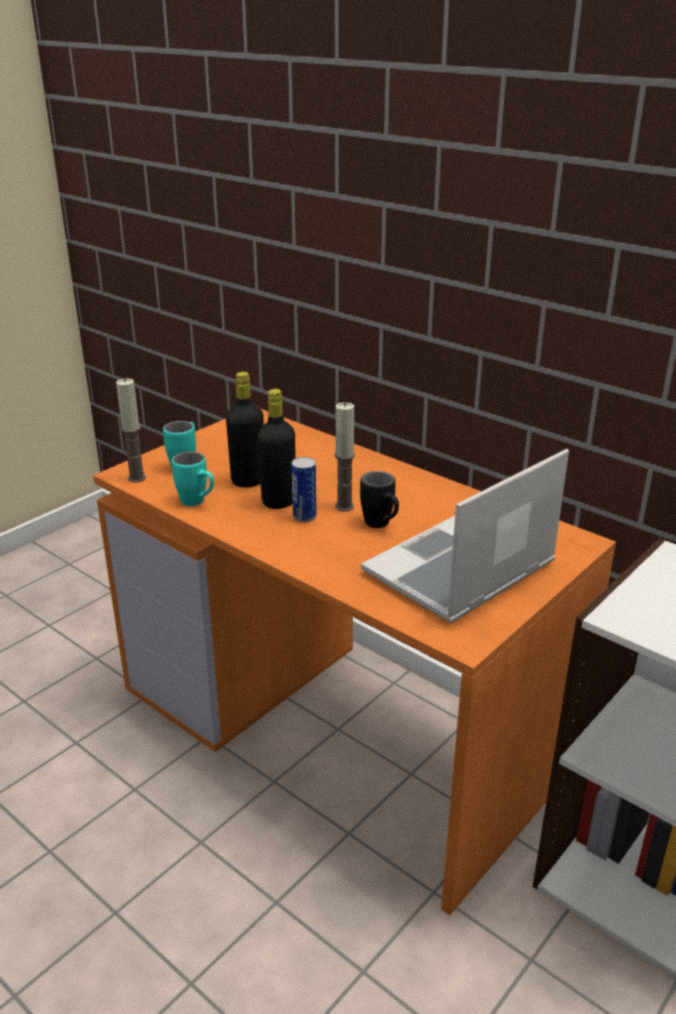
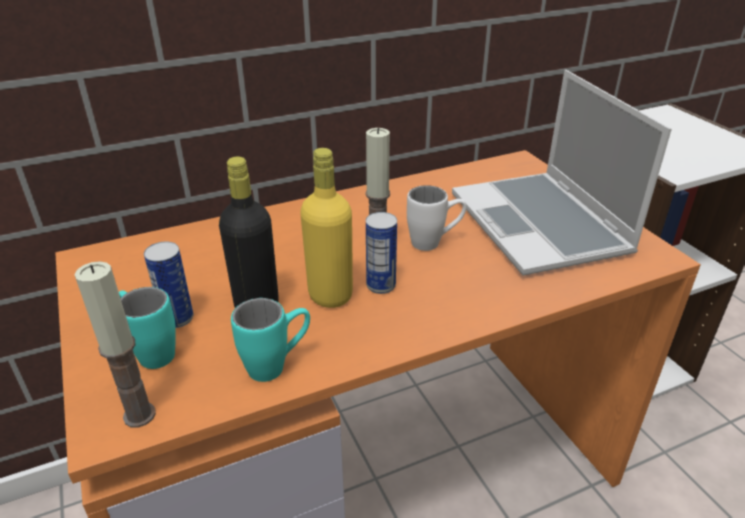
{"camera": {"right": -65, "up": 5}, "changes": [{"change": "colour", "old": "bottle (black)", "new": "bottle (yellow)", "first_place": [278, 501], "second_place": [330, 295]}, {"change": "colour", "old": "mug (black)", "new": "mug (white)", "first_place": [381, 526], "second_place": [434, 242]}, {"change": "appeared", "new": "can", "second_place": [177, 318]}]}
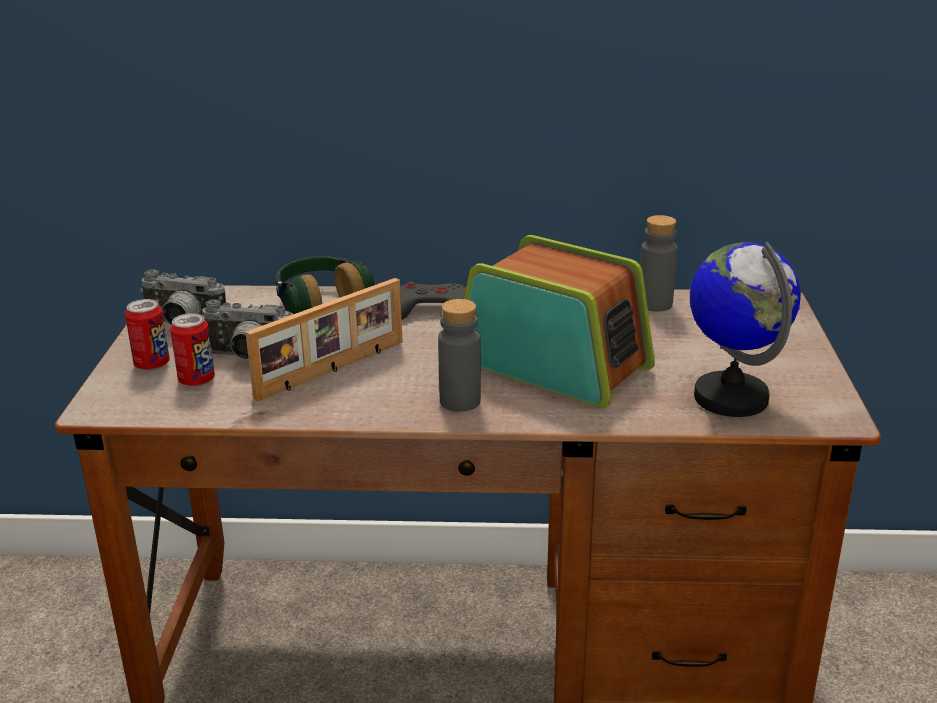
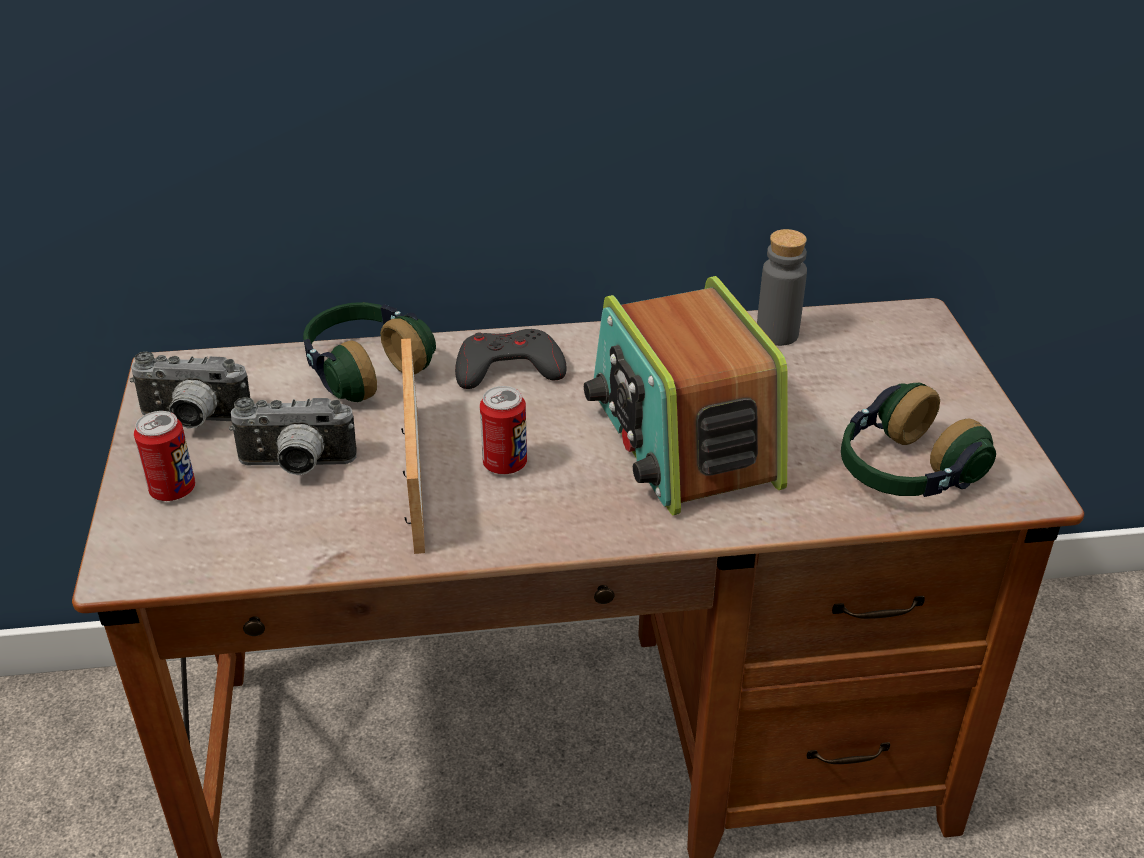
{"camera": {"right": -10, "up": 10}, "changes": [{"change": "relocated", "old": "can", "first_place": [196, 380], "second_place": [505, 464]}, {"change": "spun", "old": "picture frame", "first_place": [333, 370], "second_place": [412, 476], "degrees": 135}, {"change": "missing", "old": "bottle (grey)", "first_place": [460, 401]}, {"change": "spun", "old": "radio", "first_place": [554, 363], "second_place": [682, 439], "degrees": -135}, {"change": "exchanged", "old": "globe", "new": "headphones", "first_place": [731, 397], "second_place": [903, 472]}]}
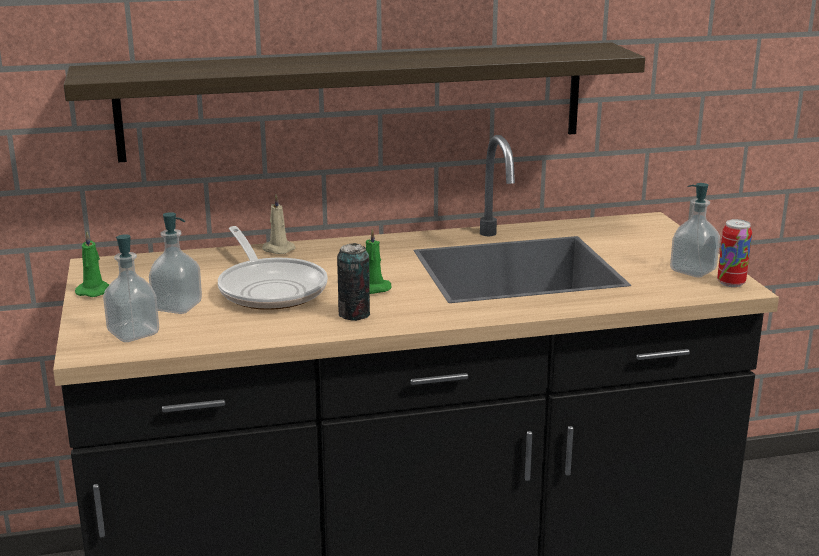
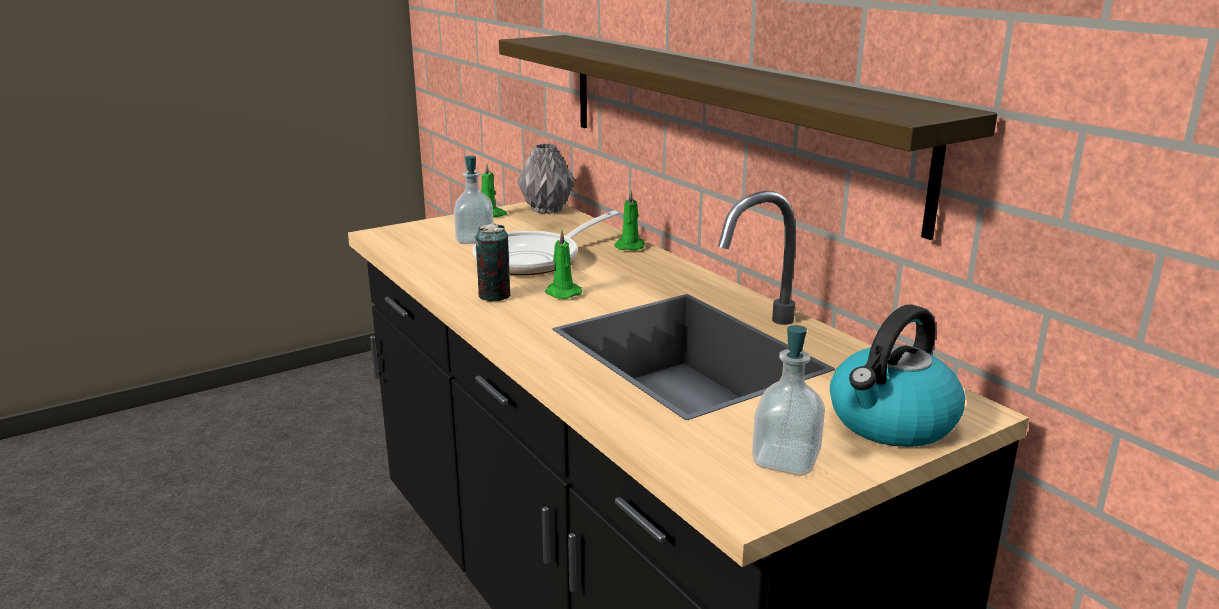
{"camera": {"right": 70, "up": 0}, "changes": [{"change": "missing", "old": "soap dispenser", "first_place": [133, 333]}, {"change": "colour", "old": "candle (beige)", "new": "candle (green)", "first_place": [277, 249], "second_place": [630, 246]}, {"change": "missing", "old": "can", "first_place": [731, 283]}, {"change": "appeared", "new": "vase (grey)", "second_place": [548, 210]}, {"change": "appeared", "new": "kettle", "second_place": [891, 422]}]}
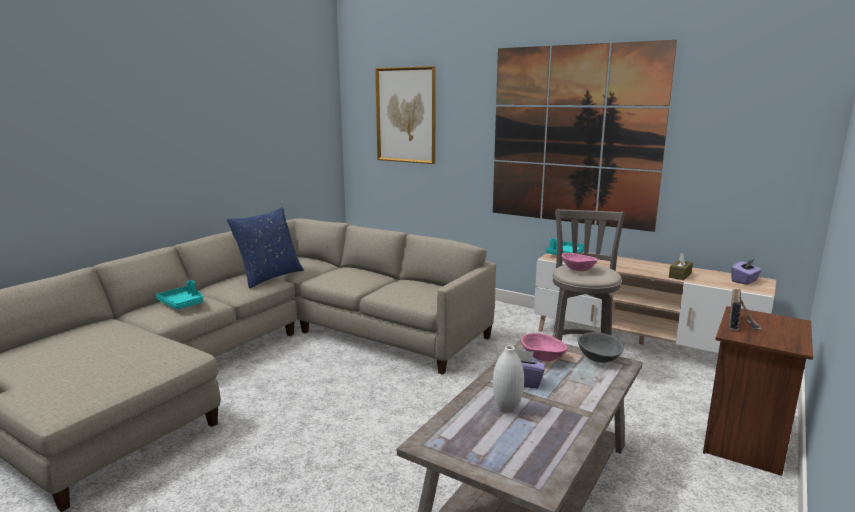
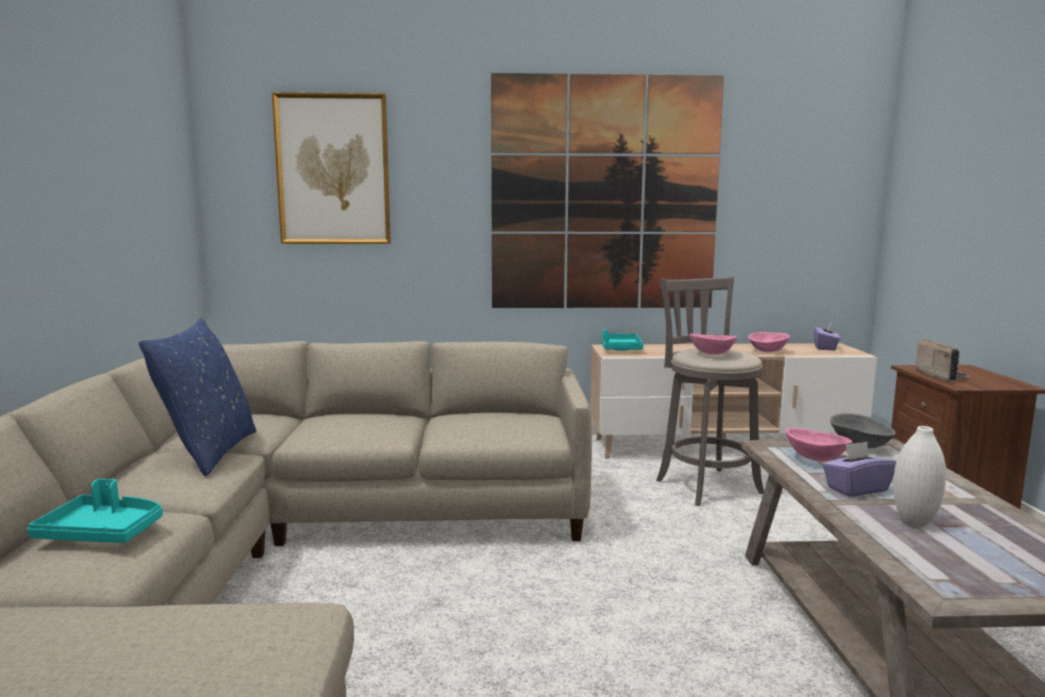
{"camera": {"right": -35, "up": -5}, "changes": [{"change": "exchanged", "old": "tissue box (brown)", "new": "bowl (pink)", "first_place": [680, 275], "second_place": [768, 351]}]}
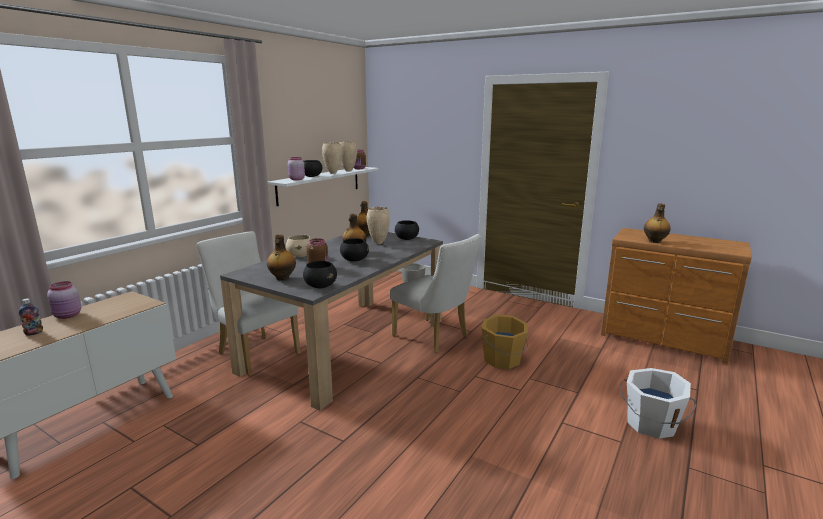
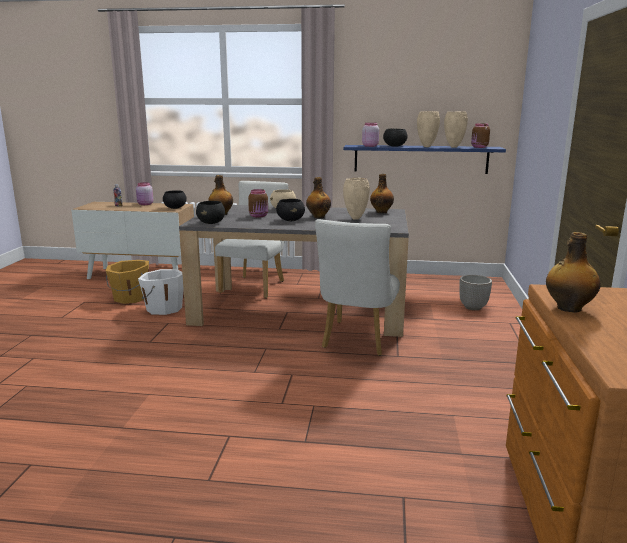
{"camera": {"right": 65, "up": 0}, "changes": [{"change": "colour", "old": "shelf (white)", "new": "shelf (blue)", "first_place": [319, 185], "second_place": [420, 159]}, {"change": "relocated", "old": "bowl (black)", "first_place": [406, 239], "second_place": [175, 208]}, {"change": "relocated", "old": "bucket (orange)", "first_place": [503, 360], "second_place": [130, 298]}, {"change": "relocated", "old": "bucket (white)", "first_place": [651, 424], "second_place": [163, 308]}]}
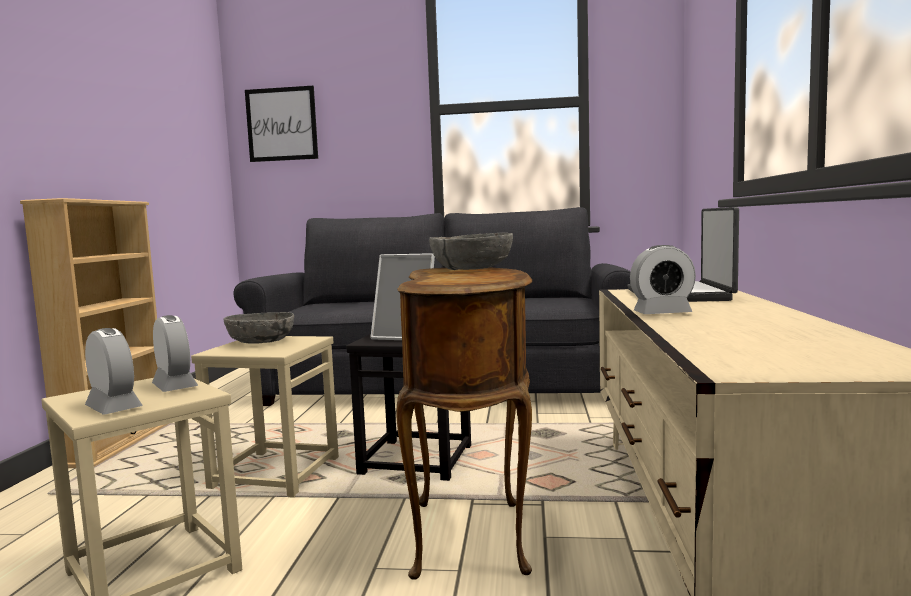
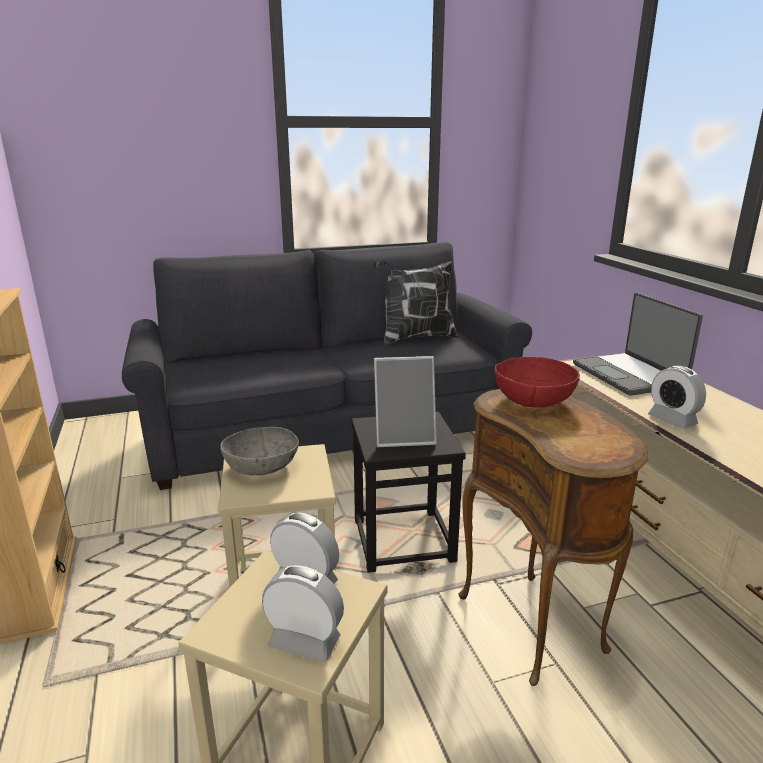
{"camera": {"right": -25, "up": 15}, "changes": [{"change": "missing", "old": "picture", "first_place": [282, 124]}, {"change": "colour", "old": "bowl (grey)", "new": "bowl (red)", "first_place": [471, 268], "second_place": [533, 399]}, {"change": "spun", "old": "alarm clock", "first_place": [662, 313], "second_place": [672, 420], "degrees": 90}, {"change": "appeared", "new": "pillow", "second_place": [415, 338]}]}
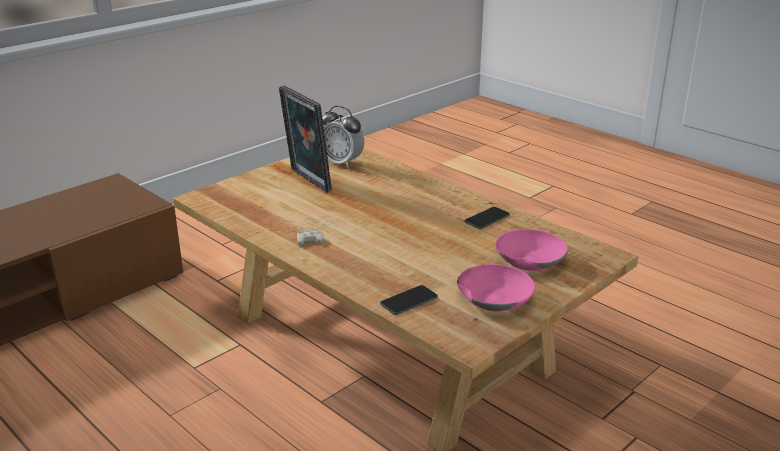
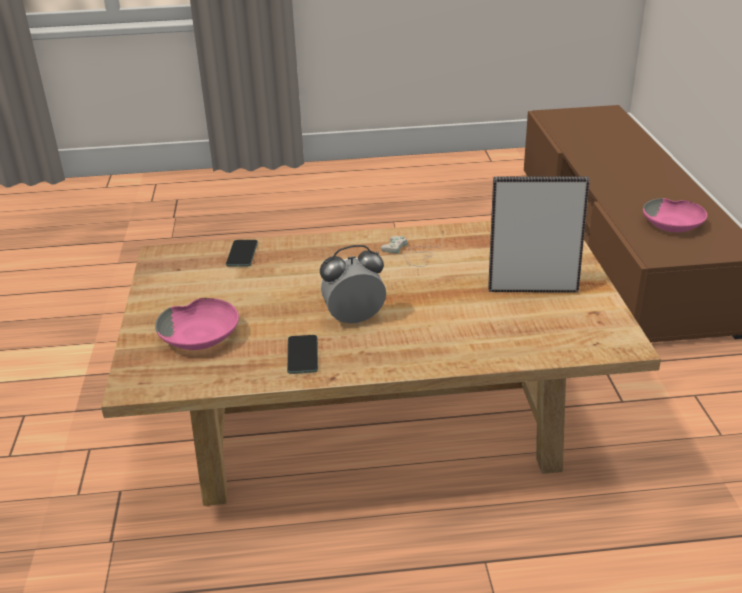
{"camera": {"right": 130, "up": 5}, "changes": [{"change": "relocated", "old": "alarm clock", "first_place": [342, 162], "second_place": [354, 319]}, {"change": "relocated", "old": "bowl (pink)", "first_place": [494, 298], "second_place": [674, 224]}]}
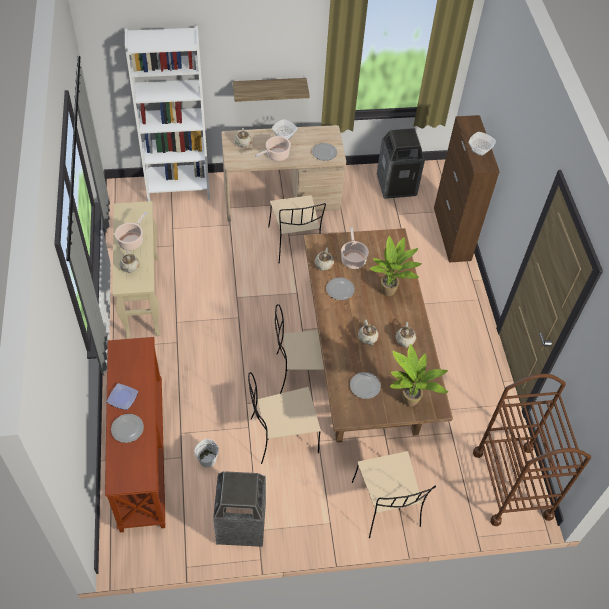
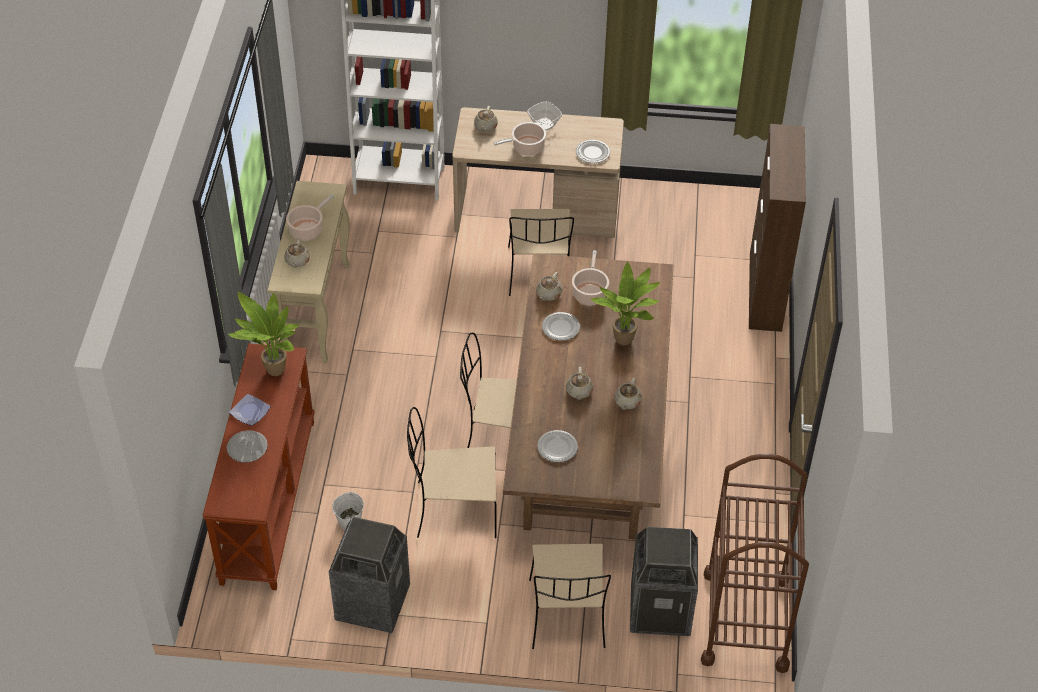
{"camera": {"right": 15, "up": -5}, "changes": [{"change": "missing", "old": "shelf", "first_place": [269, 89]}, {"change": "relocated", "old": "trash can", "first_place": [396, 185], "second_place": [660, 609]}, {"change": "relocated", "old": "potted plant", "first_place": [408, 403], "second_place": [273, 372]}, {"change": "missing", "old": "bowl", "first_place": [479, 150]}]}
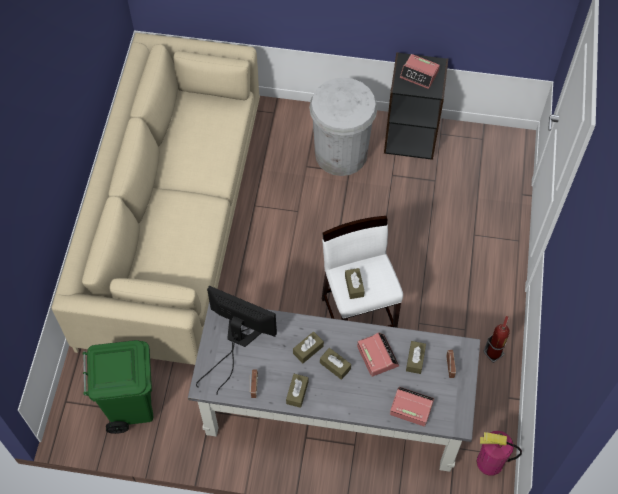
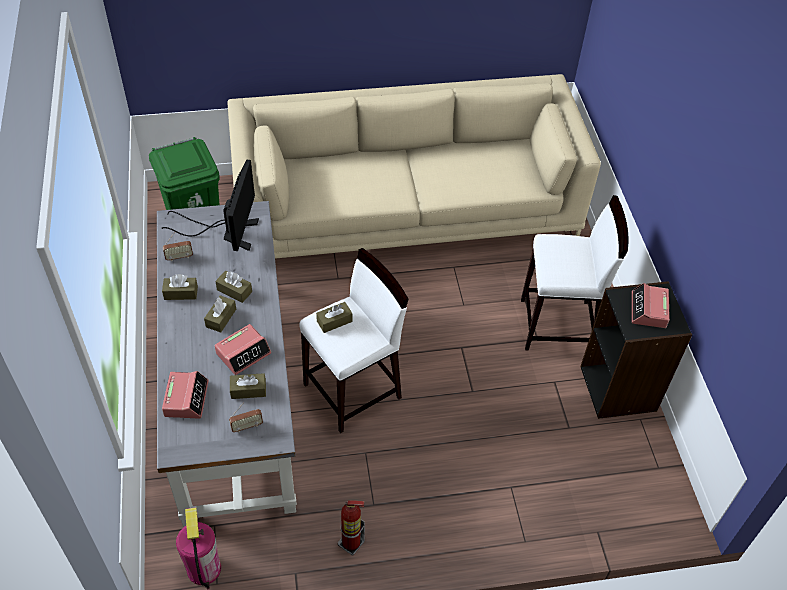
{"camera": {"right": 70, "up": -10}, "changes": [{"change": "exchanged", "old": "trash can (white)", "new": "stool (white)", "first_place": [341, 153], "second_place": [558, 326]}]}
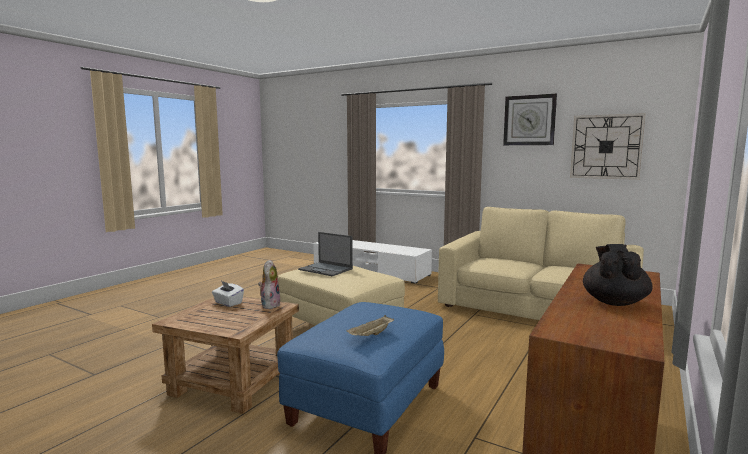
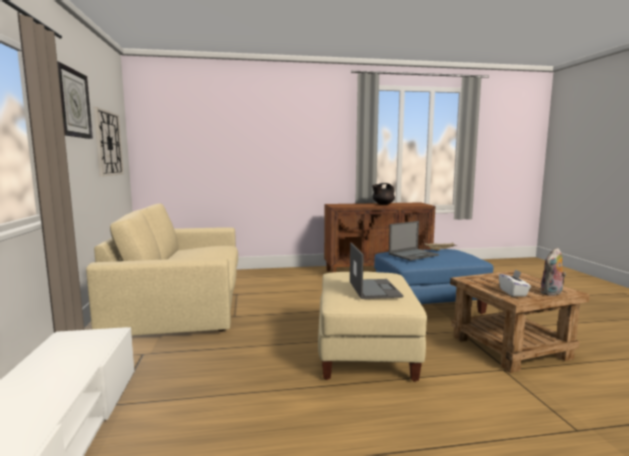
{"camera": {"right": -130, "up": 0}, "changes": [{"change": "relocated", "old": "plush toy", "first_place": [269, 305], "second_place": [552, 293]}, {"change": "appeared", "new": "laptop", "second_place": [413, 254]}]}
